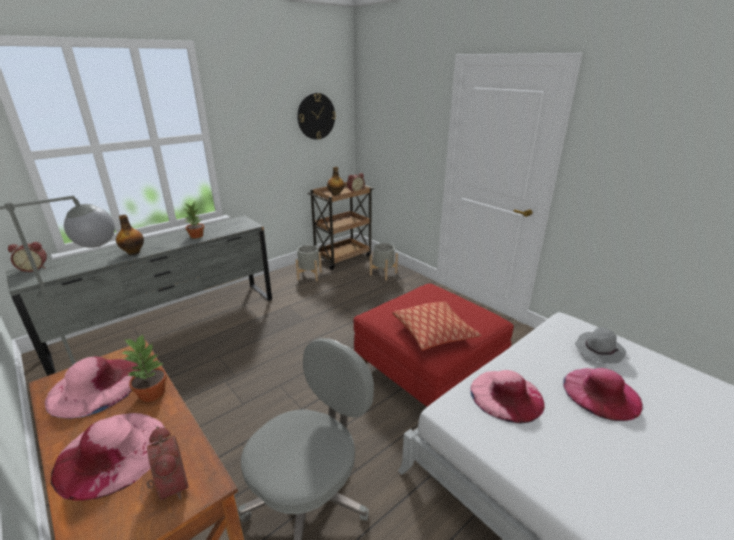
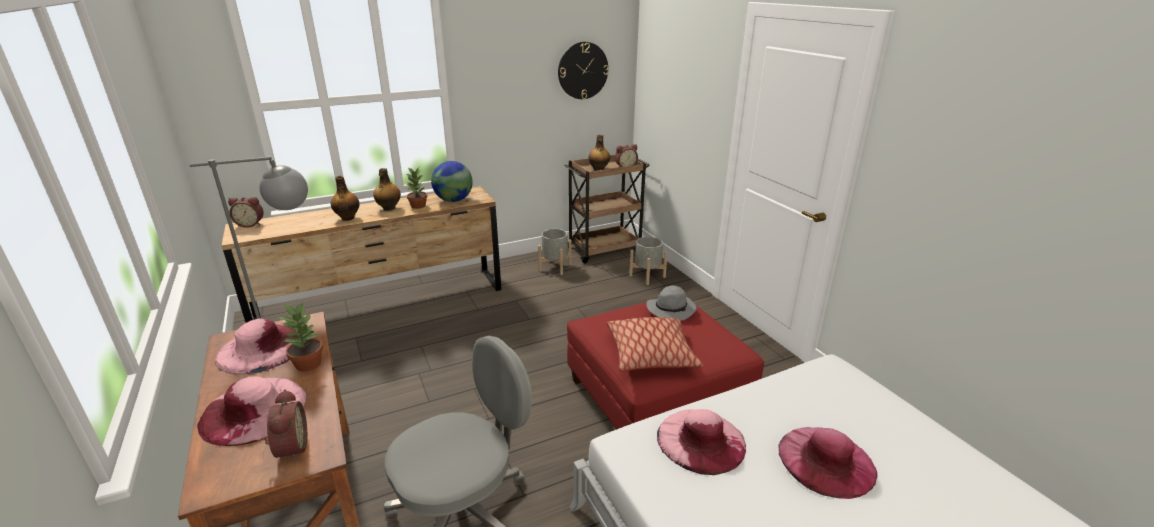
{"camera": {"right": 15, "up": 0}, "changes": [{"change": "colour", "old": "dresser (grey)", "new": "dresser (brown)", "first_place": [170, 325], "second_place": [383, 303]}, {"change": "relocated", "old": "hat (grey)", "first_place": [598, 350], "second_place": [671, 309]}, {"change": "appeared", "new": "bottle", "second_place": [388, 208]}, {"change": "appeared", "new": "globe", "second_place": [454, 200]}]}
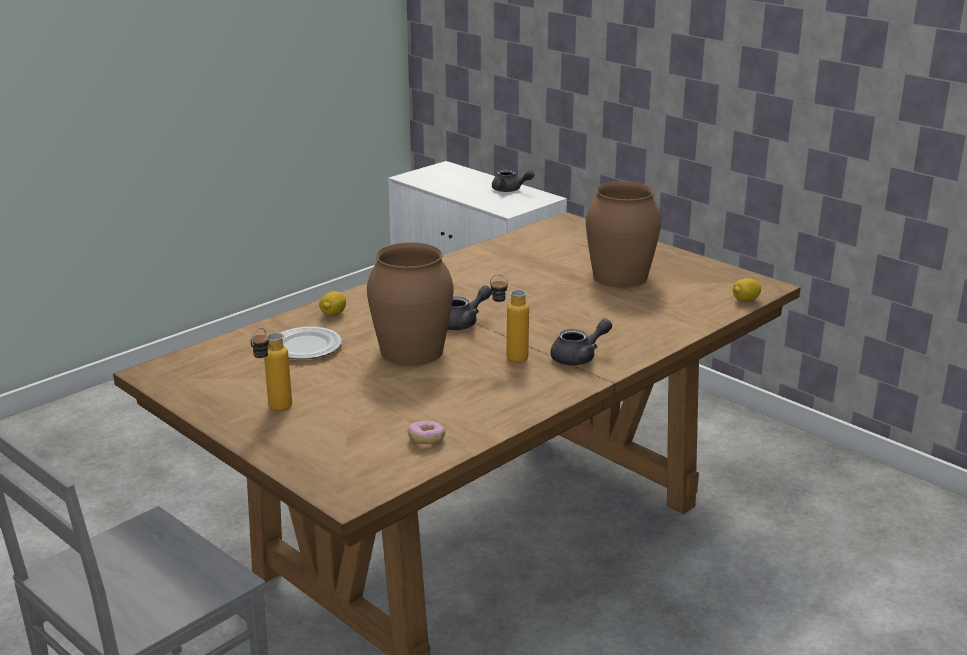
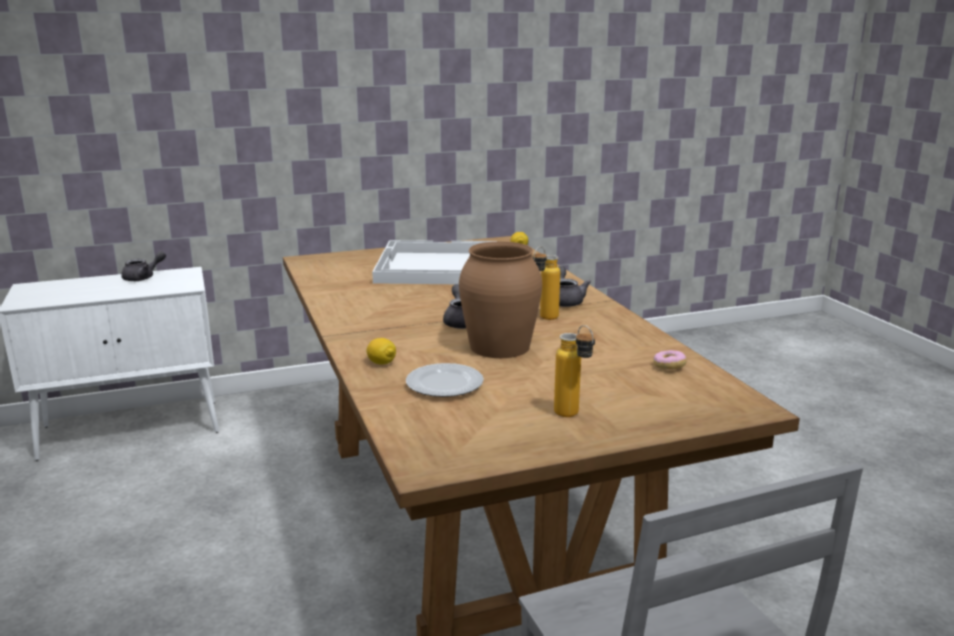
{"camera": {"right": -65, "up": -5}, "changes": [{"change": "exchanged", "old": "vase (brown)", "new": "tray (white)", "first_place": [619, 277], "second_place": [437, 266]}]}
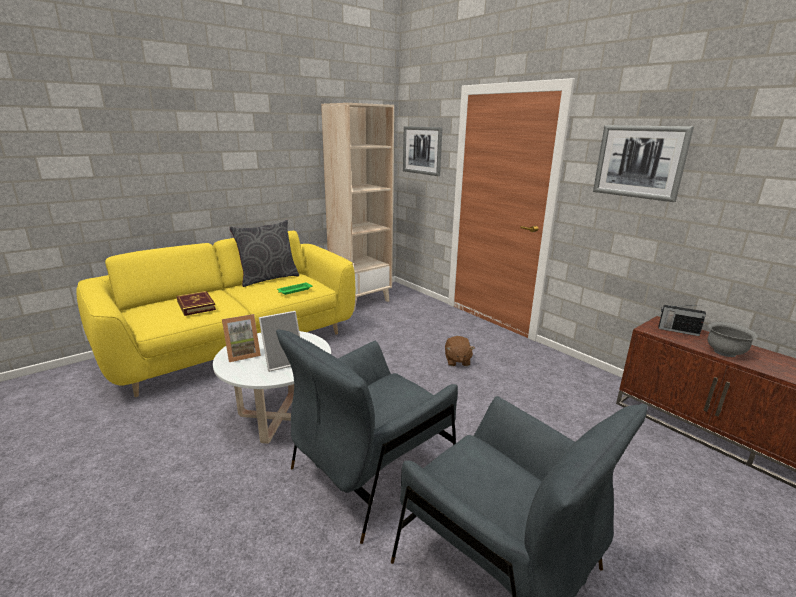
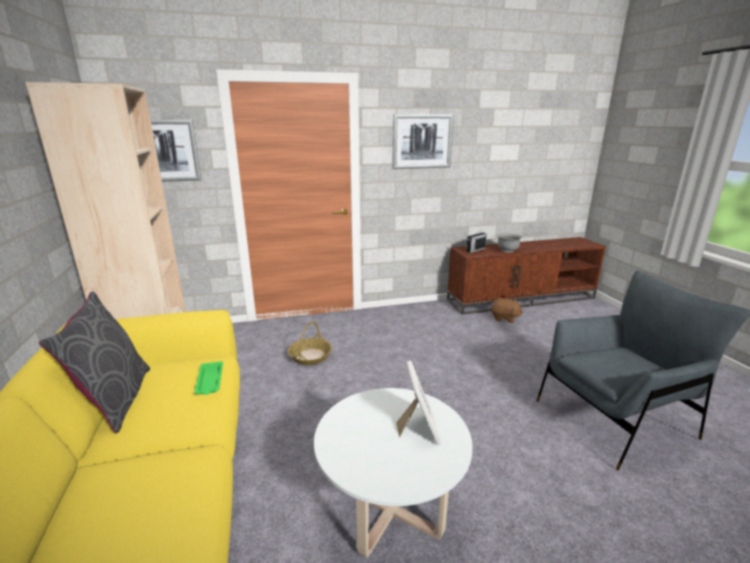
{"camera": {"right": -65, "up": 0}, "changes": [{"change": "missing", "old": "book", "first_place": [196, 305]}, {"change": "missing", "old": "picture frame", "first_place": [242, 354]}, {"change": "missing", "old": "armchair (grey)", "first_place": [372, 472]}, {"change": "relocated", "old": "plush toy (brown)", "first_place": [457, 361], "second_place": [504, 318]}, {"change": "appeared", "new": "basket", "second_place": [310, 356]}]}
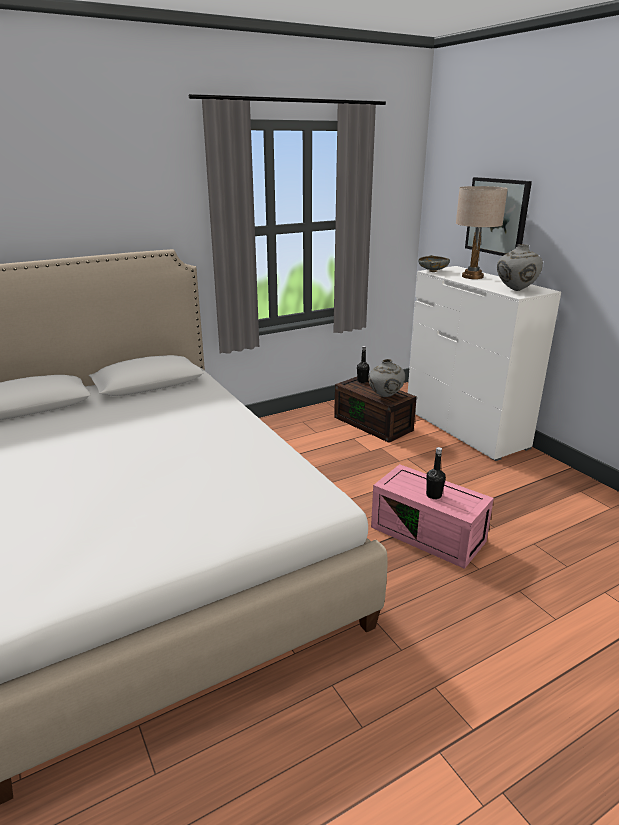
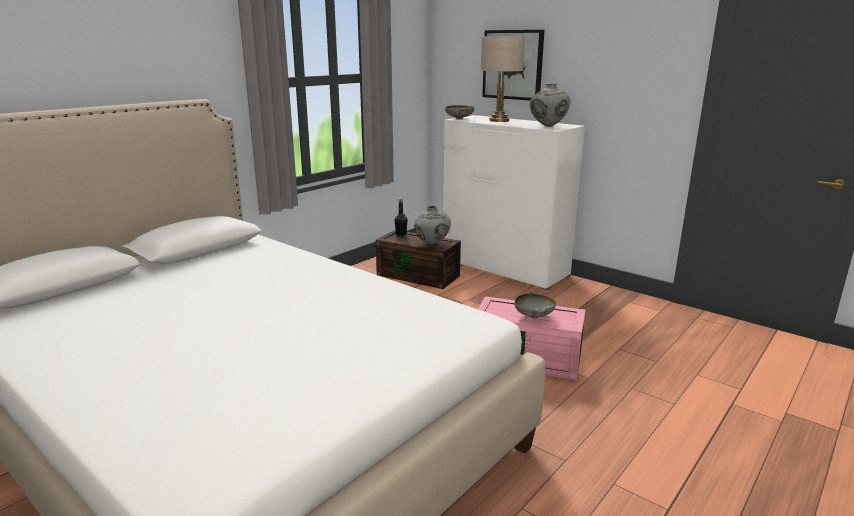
{"camera": {"right": -20, "up": -5}, "changes": [{"change": "exchanged", "old": "bottle (black)", "new": "bowl (grey)", "first_place": [434, 495], "second_place": [534, 316]}]}
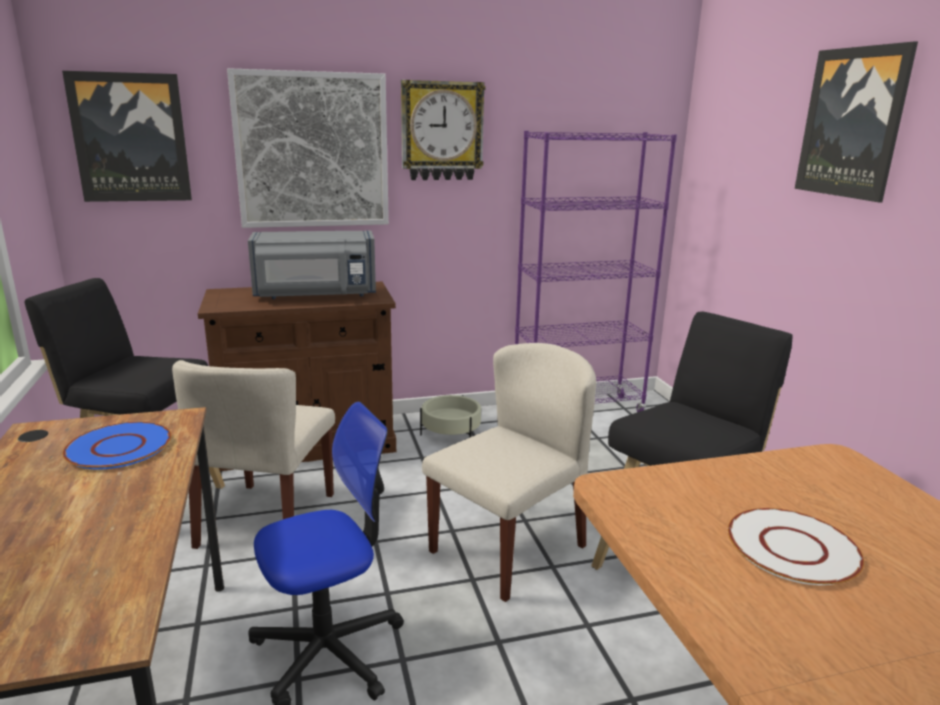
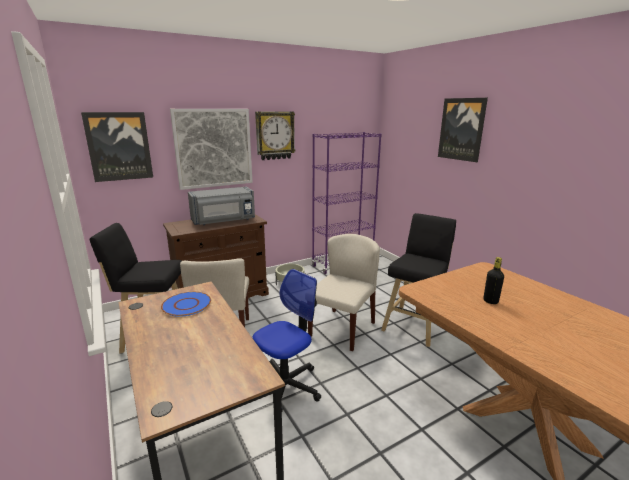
{"camera": {"right": -15, "up": 0}, "changes": [{"change": "exchanged", "old": "plate (white)", "new": "bottle (black)", "first_place": [792, 547], "second_place": [490, 301]}]}
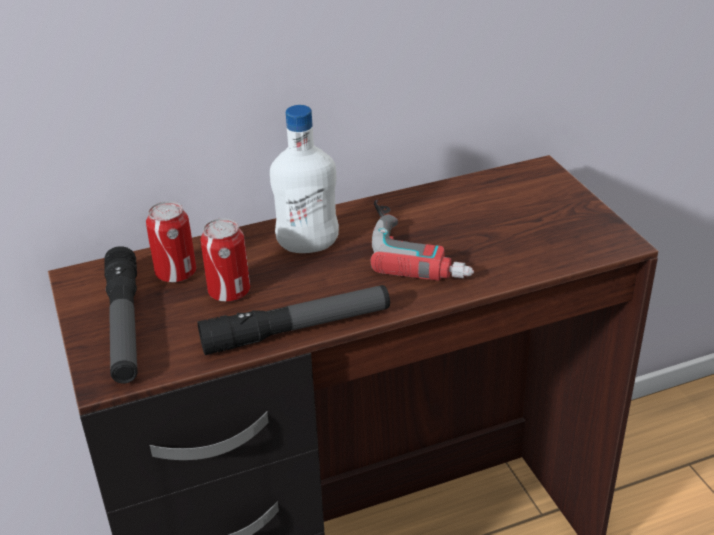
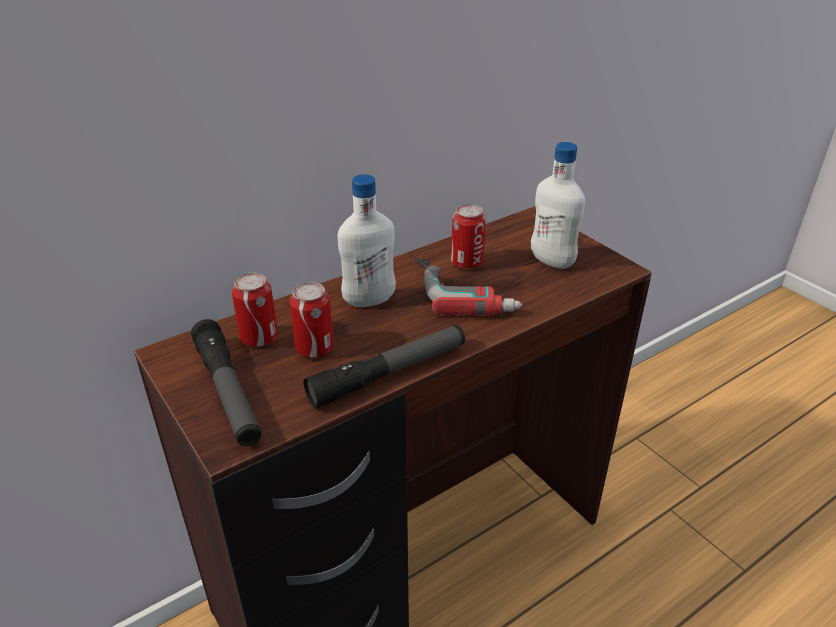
{"camera": {"right": -15, "up": 0}, "changes": [{"change": "appeared", "new": "can", "second_place": [467, 263]}, {"change": "appeared", "new": "bottle (white)", "second_place": [552, 261]}]}
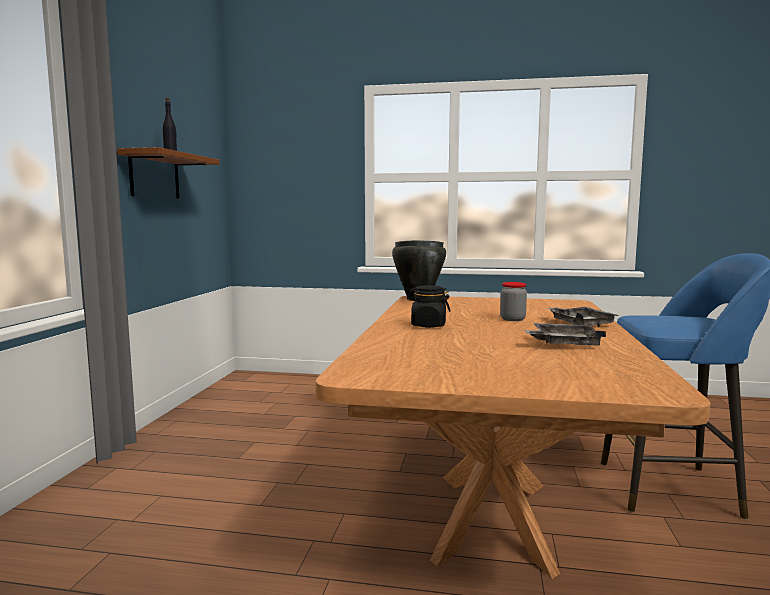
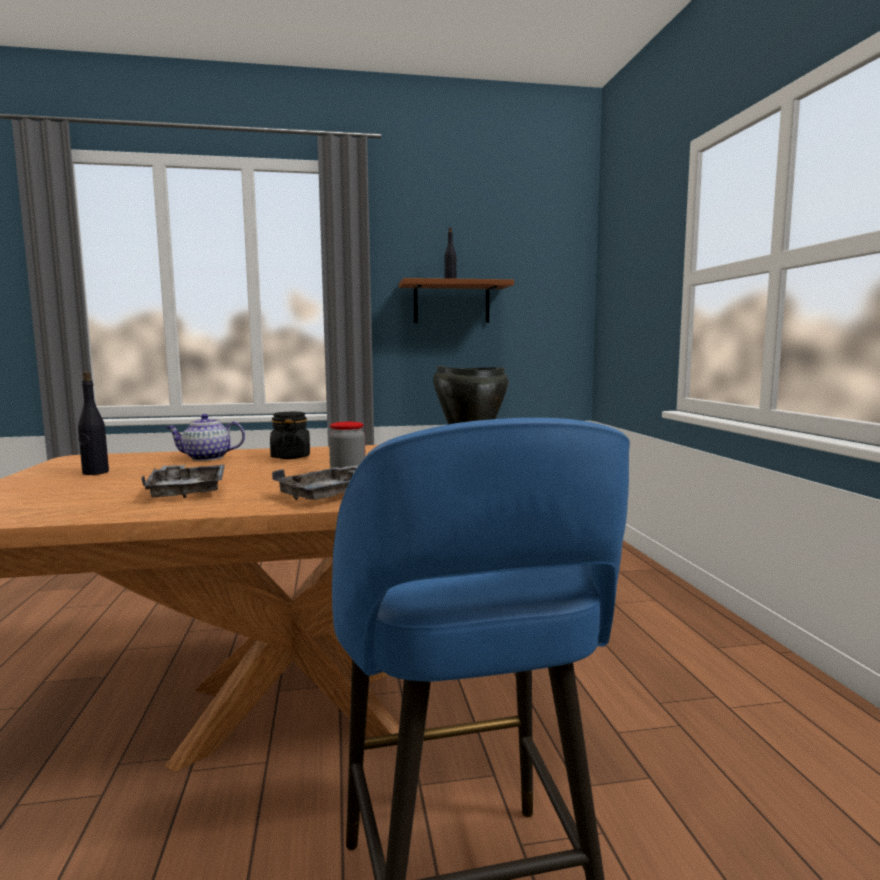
{"camera": {"right": 70, "up": 0}, "changes": [{"change": "appeared", "new": "bottle (black)", "second_place": [95, 473]}, {"change": "appeared", "new": "teapot", "second_place": [206, 458]}]}
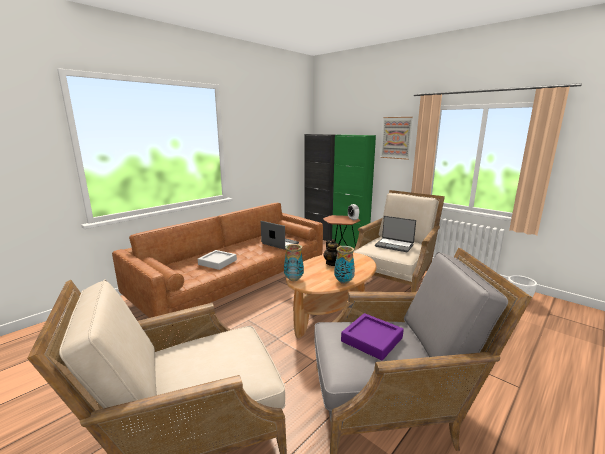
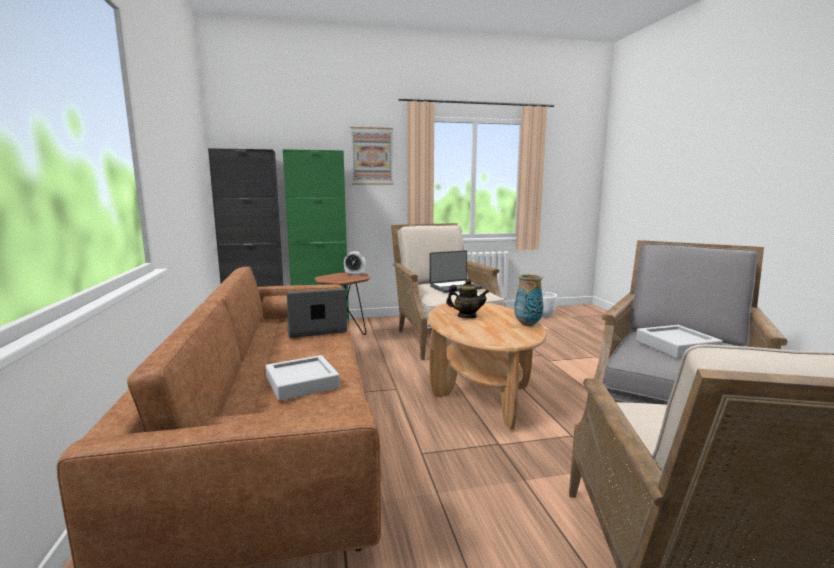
{"camera": {"right": -55, "up": -5}, "changes": [{"change": "missing", "old": "vase", "first_place": [294, 279]}, {"change": "colour", "old": "tray (purple)", "new": "tray (grey)", "first_place": [372, 339], "second_place": [676, 346]}]}
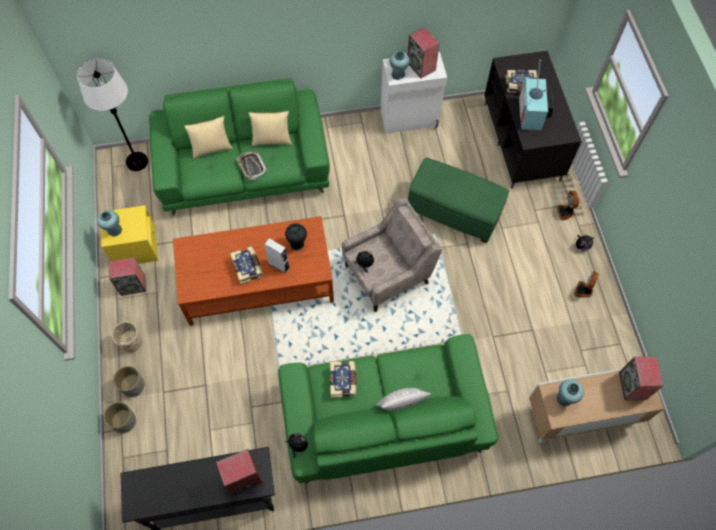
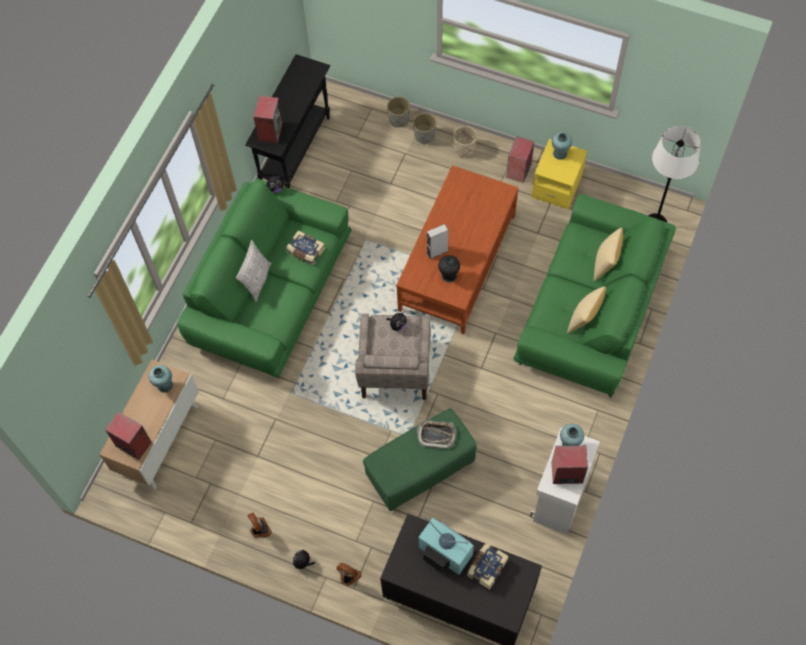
{"camera": {"right": 125, "up": 0}, "changes": [{"change": "missing", "old": "book", "first_place": [248, 268]}, {"change": "relocated", "old": "tray", "first_place": [251, 166], "second_place": [436, 435]}]}
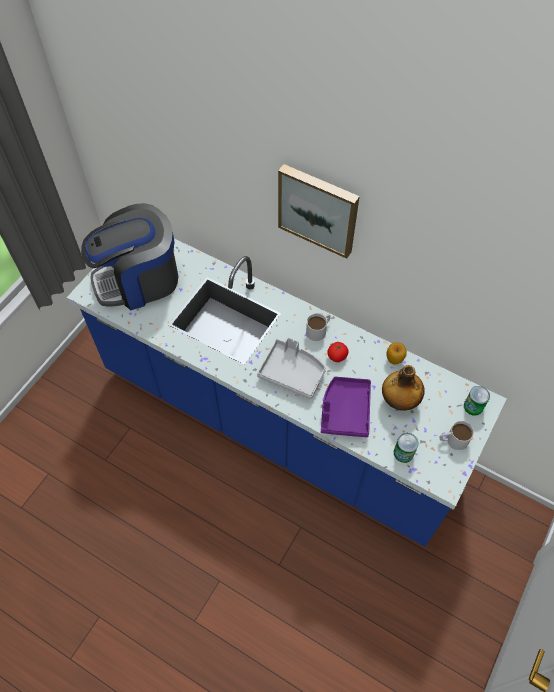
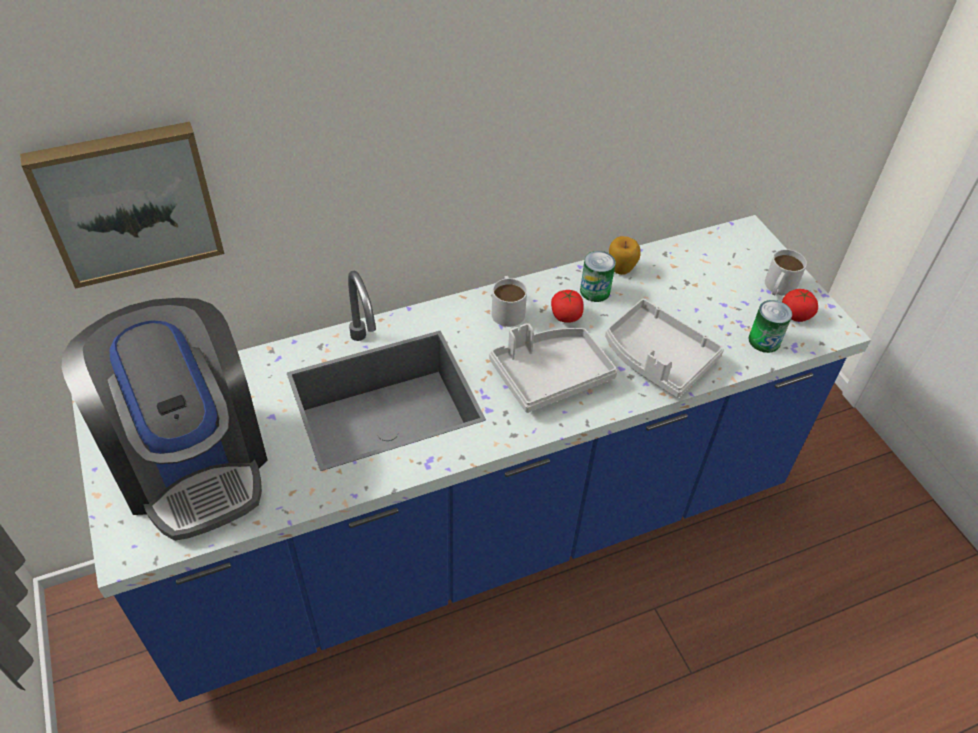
{"camera": {"right": -55, "up": -10}, "changes": [{"change": "spun", "old": "coffee machine", "first_place": [139, 280], "second_place": [191, 460], "degrees": -45}, {"change": "relocated", "old": "picture", "first_place": [318, 209], "second_place": [129, 202]}, {"change": "colour", "old": "tray (purple)", "new": "tray (grey)", "first_place": [345, 411], "second_place": [657, 358]}, {"change": "missing", "old": "bottle", "first_place": [399, 400]}, {"change": "relocated", "old": "can", "first_place": [473, 406], "second_place": [595, 291]}, {"change": "appeared", "new": "tomato", "second_place": [795, 315]}]}
